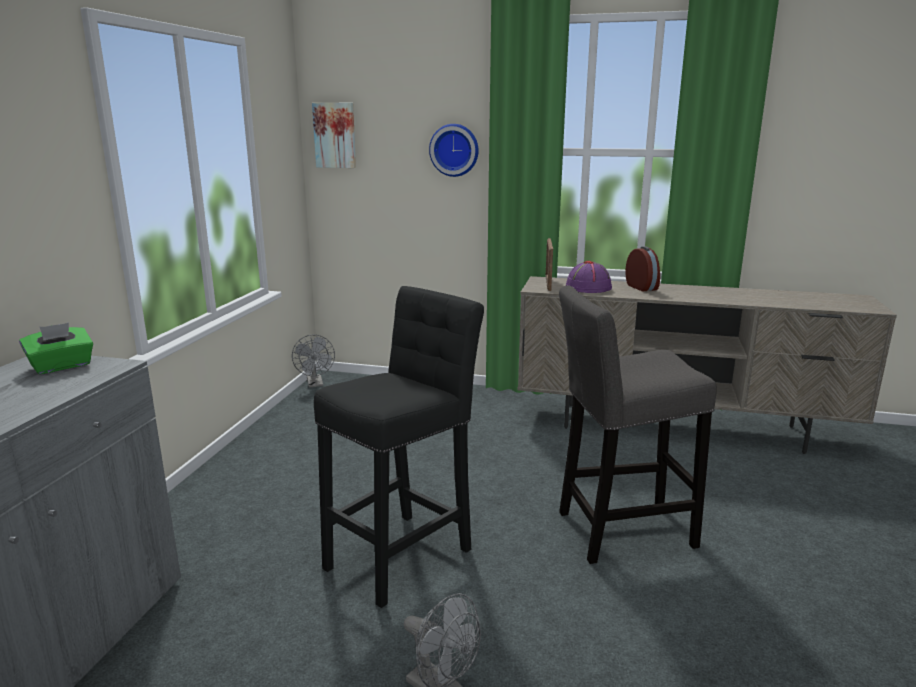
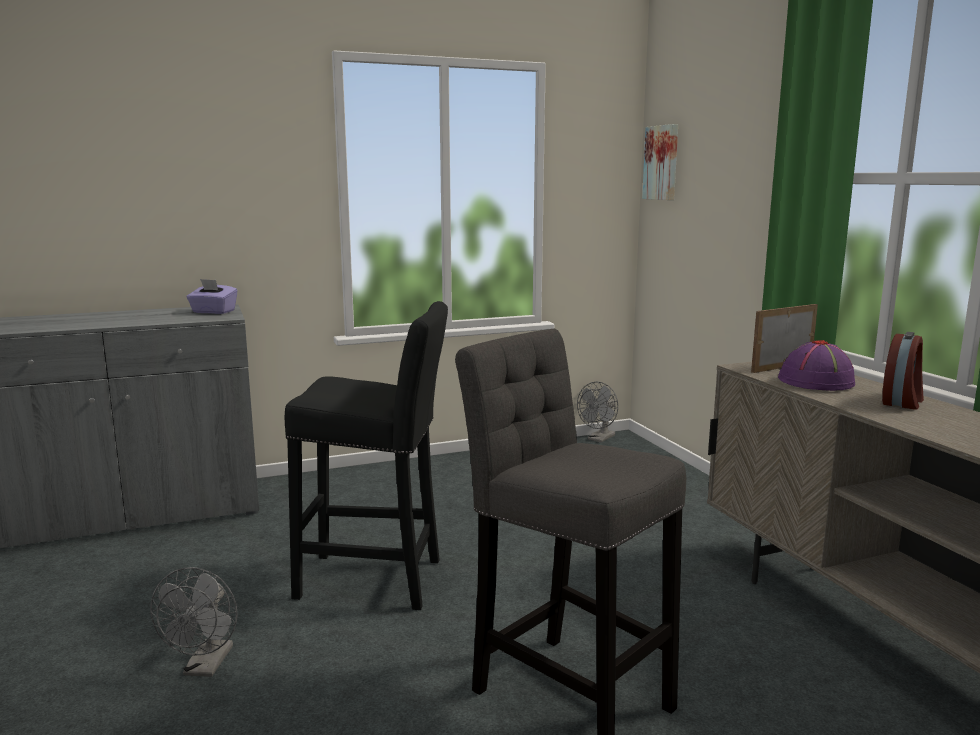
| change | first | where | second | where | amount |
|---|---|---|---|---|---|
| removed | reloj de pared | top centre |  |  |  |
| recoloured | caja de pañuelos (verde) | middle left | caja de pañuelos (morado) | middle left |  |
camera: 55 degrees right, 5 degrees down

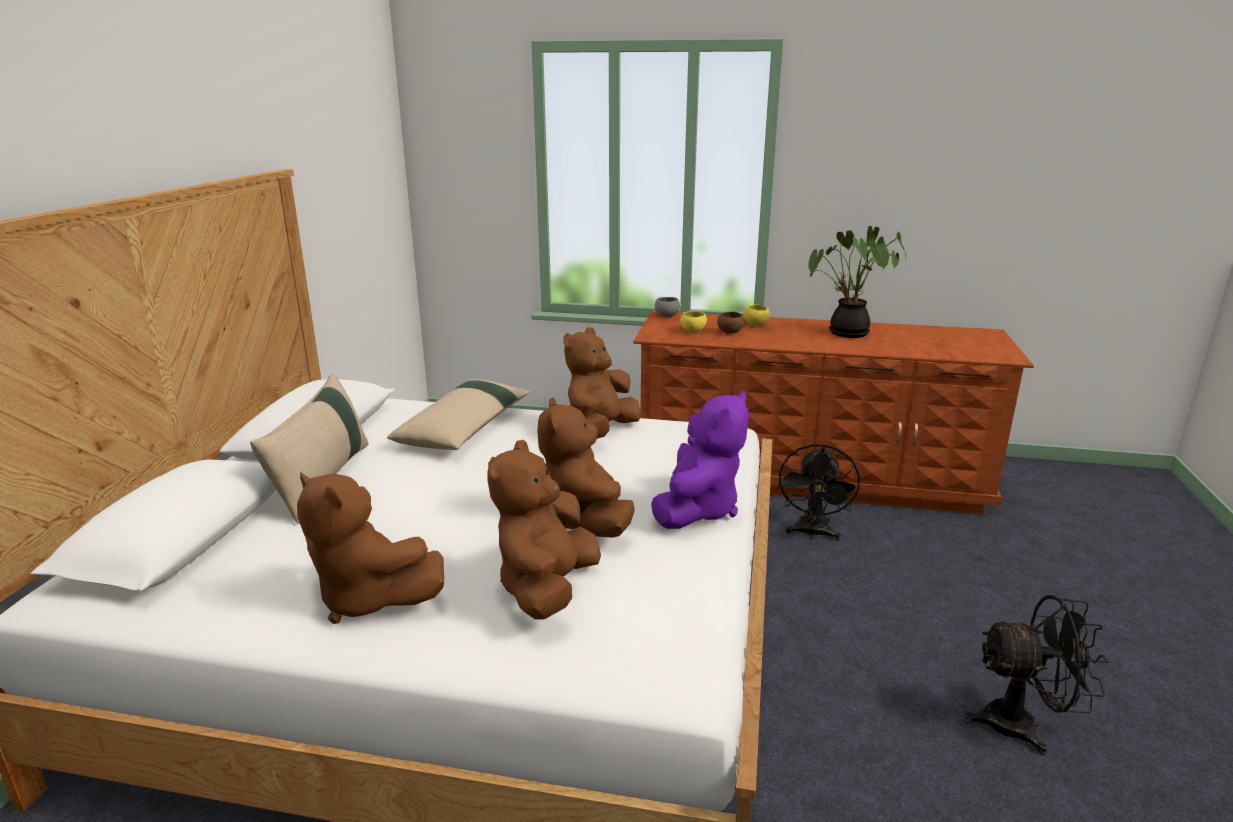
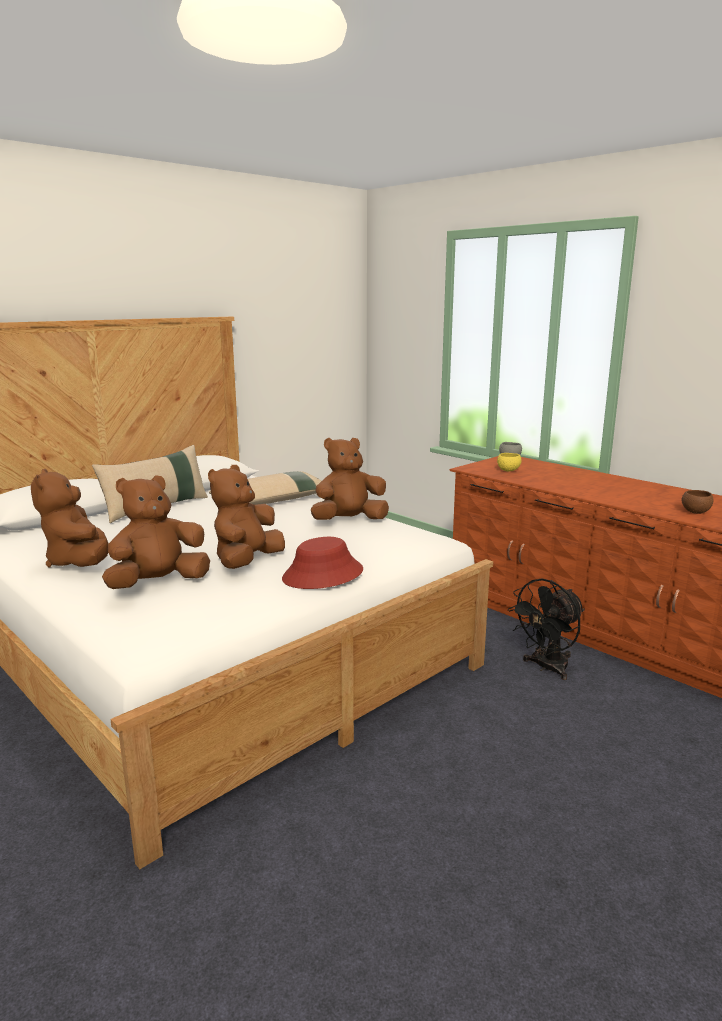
| change | first | where | second | where | amount |
|---|---|---|---|---|---|
| removed | cuenco (amarillo) (2nd from left) | centre |  |  |  |
| removed | planta en maceta | middle right |  |  |  |
| removed | ventilador (negro) (2nd from left) | bottom right |  |  |  |
| moved | cuenco (marrón) | centre |  | middle right |  |
| replaced | peluche (morado) | centre | sombrero (rojo) | centre |  |
camera: 35 degrees right, 5 degrees down

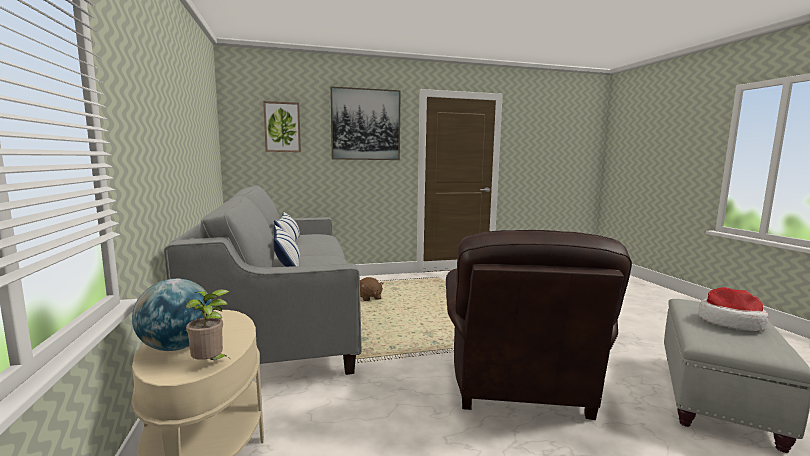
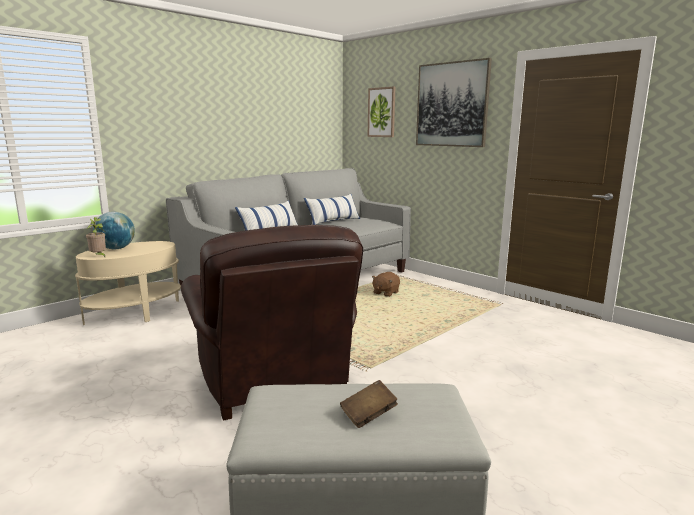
| change | first | where | second | where | amount |
|---|---|---|---|---|---|
| replaced | sombrero | bottom right | libro (marrón) | bottom centre |  |
| turned | sillón (marrón) | bottom centre |  | centre | 90 degrees counterclockwise |
camera: 60 degrees right, 5 degrees up

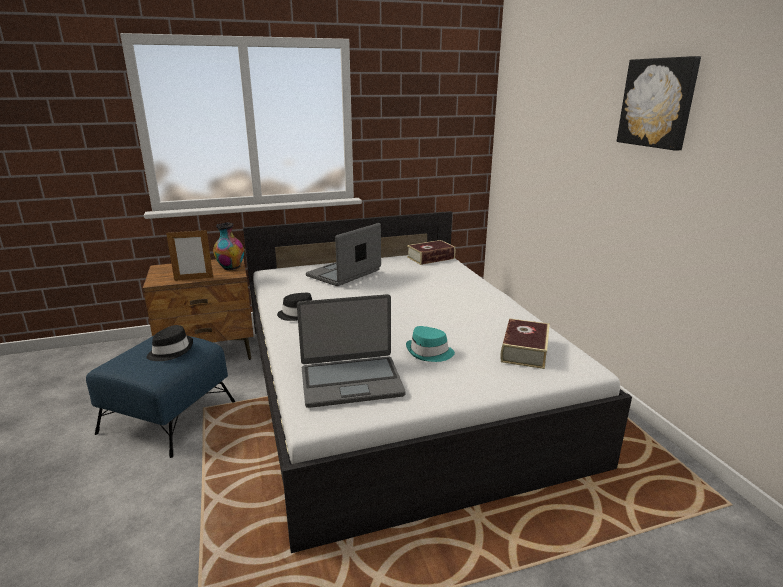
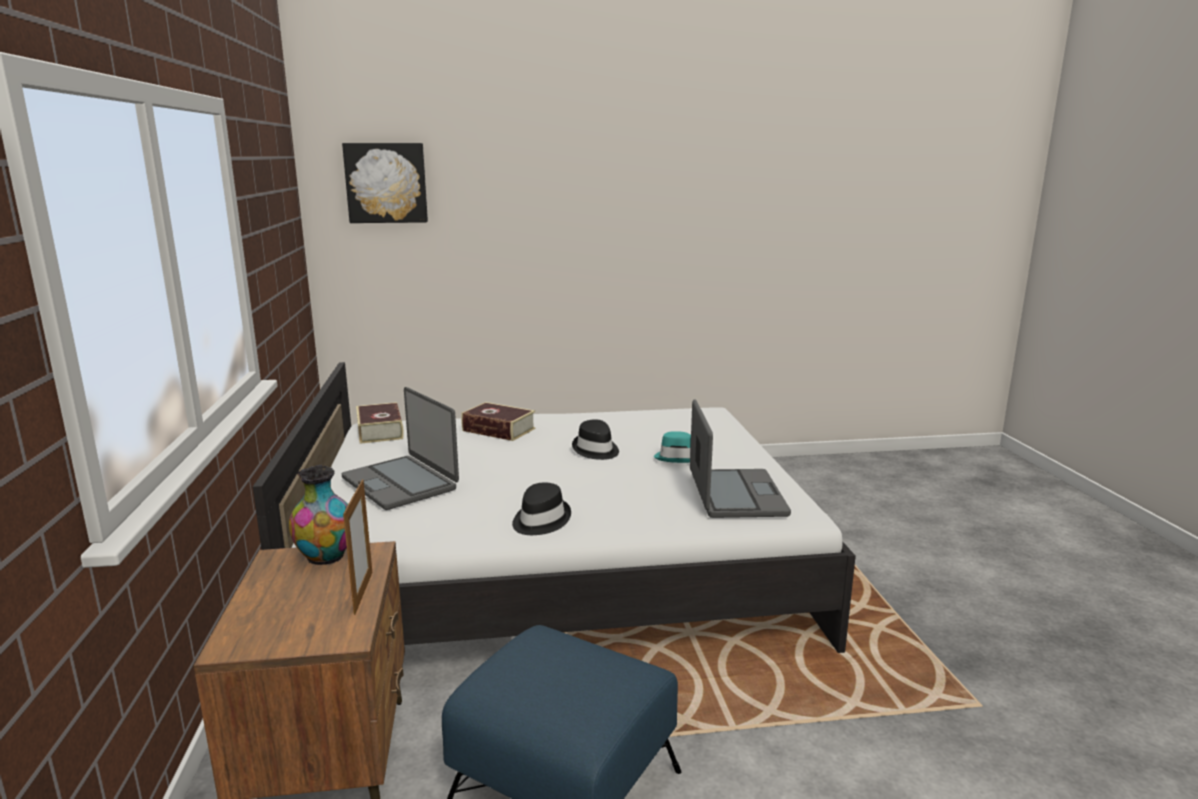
| change | first | where | second | where | amount |
|---|---|---|---|---|---|
| moved | sombrero (negro) (1st from left in the first image) | middle left | sombrero (negro) (2nd from left) | centre |  |
| moved | libro (2nd from left) | middle right |  | centre |  |
| moved | cuadro | top right |  | top left |  |
camera: 80 degrees left, 5 degrees down

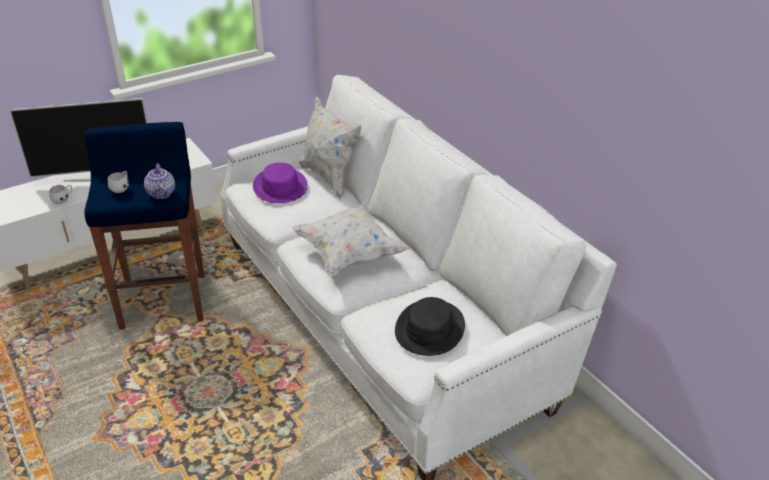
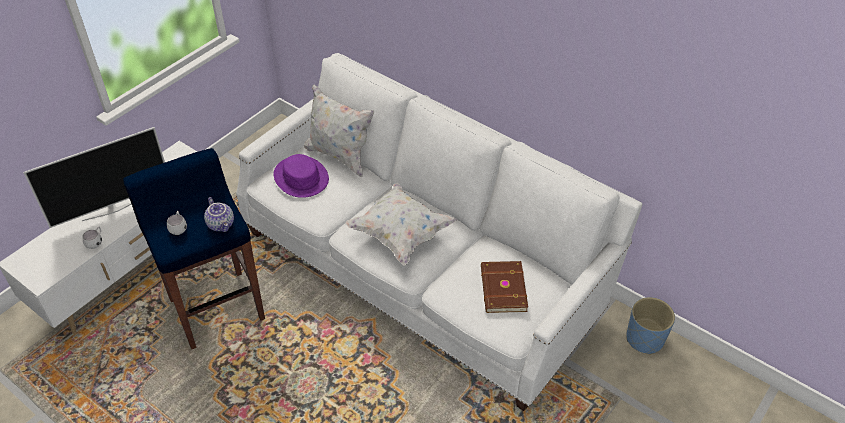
| change | first | where | second | where | amount |
|---|---|---|---|---|---|
| added |  |  | maceta (azul) | bottom right |  |
| replaced | sombrero (negro) | bottom centre | libro (marrón) | bottom centre |  |
camera: 20 degrees left, 10 degrees up

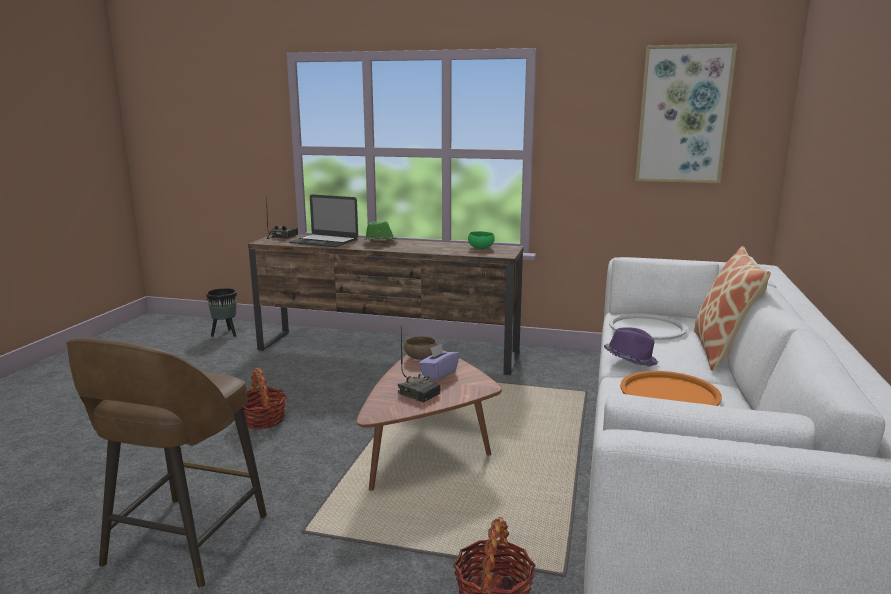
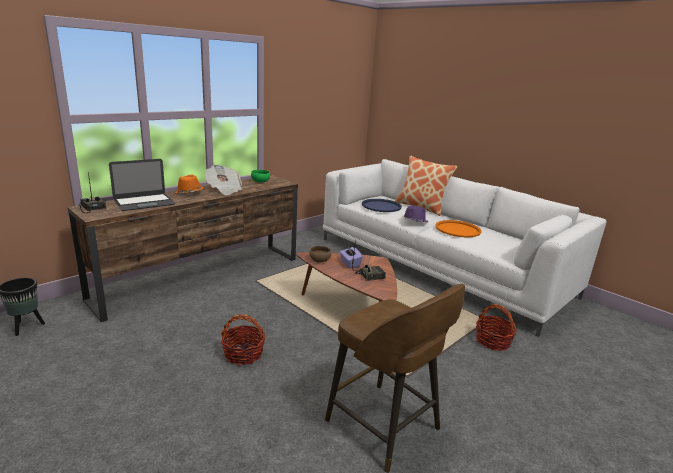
| change | first | where | second | where | amount |
|---|---|---|---|---|---|
| removed | cuadro | top right |  |  |  |
| added |  |  | periódico | middle left |  |
| recoloured | sombrero (verde) | centre | sombrero (naranja) | middle left |  |
| recoloured | bandeja (blanco) | middle right | bandeja (azul) | centre |  |
camera: 60 degrees left, 5 degrees up

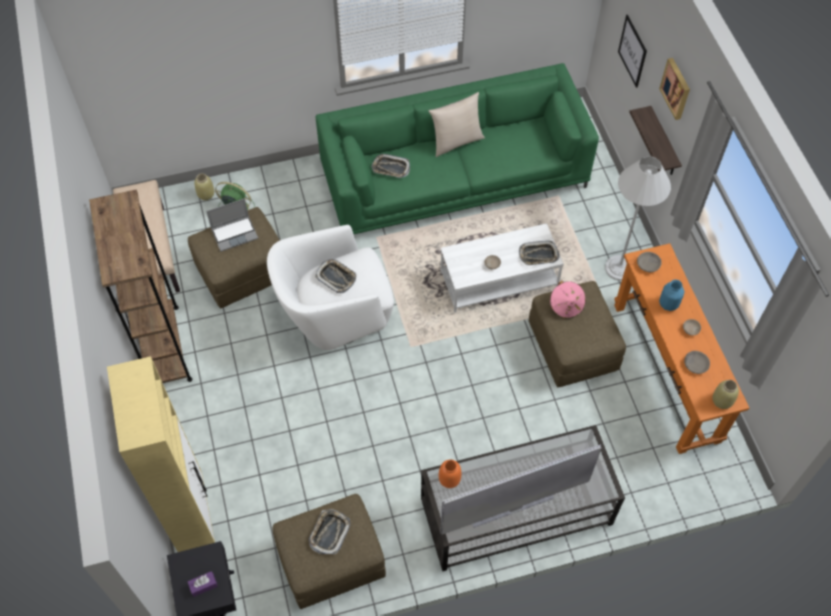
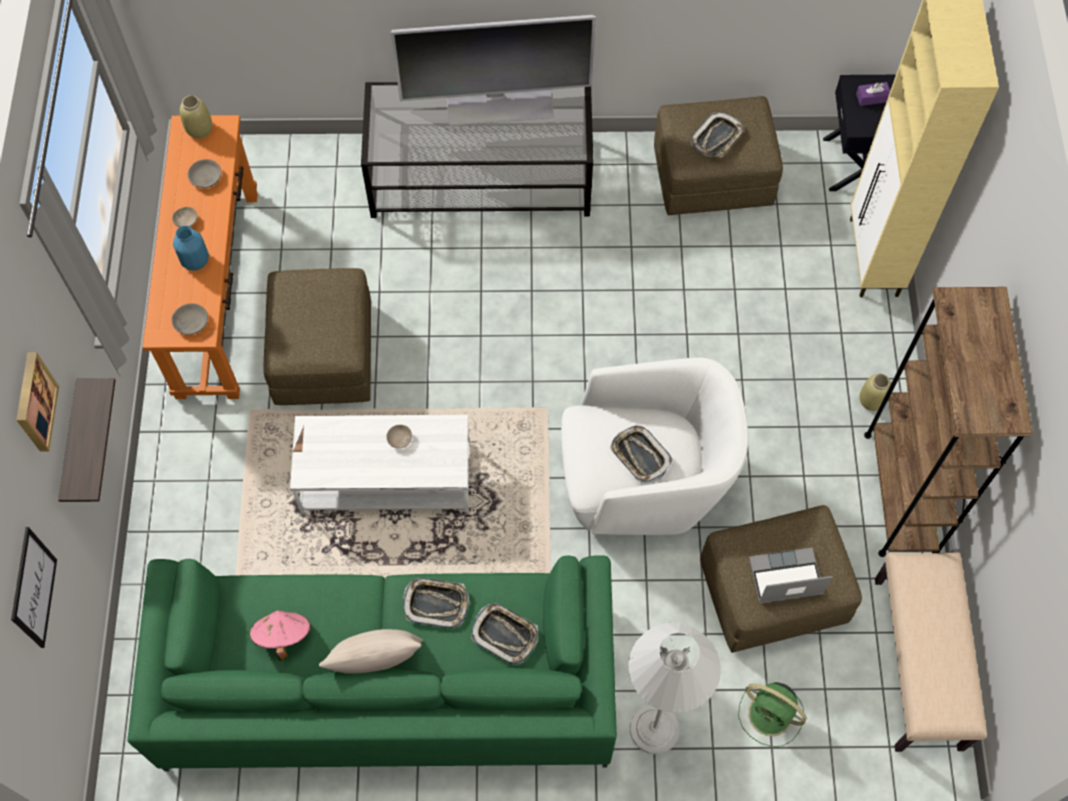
| change | first | where | second | where | amount |
|---|---|---|---|---|---|
| removed | florero (naranja) | bottom centre |  |  |  |
| moved | florero (beis) (1st from left in the first image) | top left | florero (beis) (2nd from left) | middle right |  |
| moved | bandeja (4th from left in the first image) | centre | bandeja (1st from left) | bottom centre |  |
| moved | sombrero (rosa) | middle right |  | bottom left |  |
| moved | lámpara de pie (blanco) | middle right |  | bottom centre |  |
camera: 165 degrees left, 5 degrees up

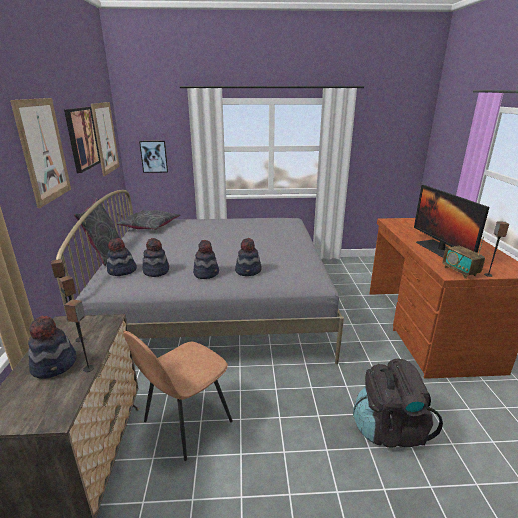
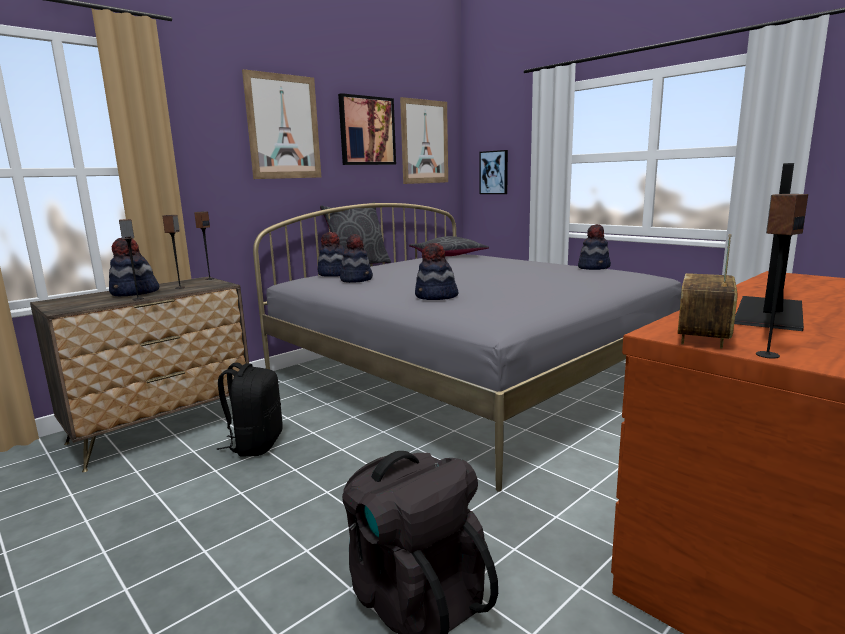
| change | first | where | second | where | amount |
|---|---|---|---|---|---|
| moved | sombrero (4th from left in the first image) | centre | sombrero (5th from left) | middle right |  |
| replaced | silla (marrón) | bottom centre | mochila (negro) (1st from left) | middle left |  |
camera: 50 degrees right, 10 degrees down

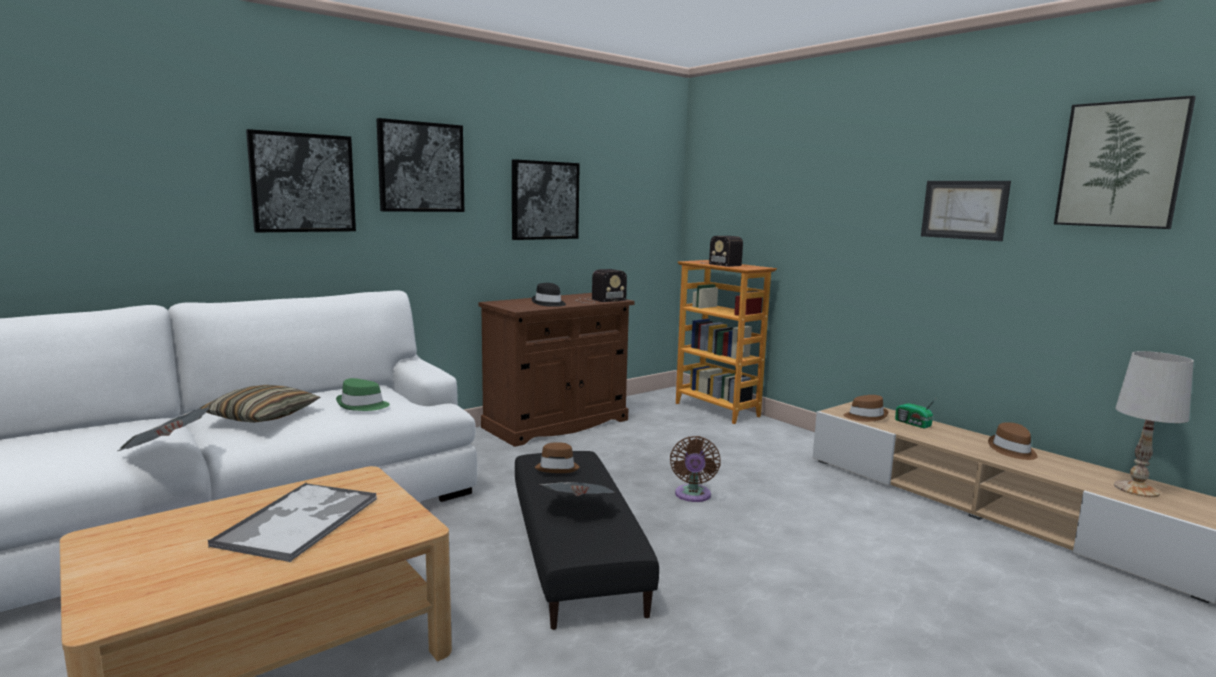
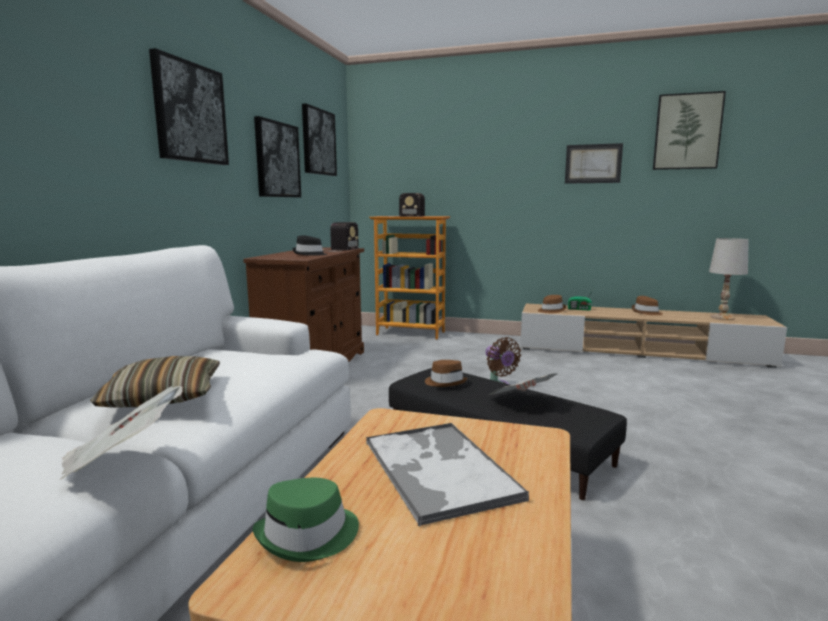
| change | first | where | second | where | amount |
|---|---|---|---|---|---|
| moved | cuadro (1st from left in the first image) | top left | cuadro (3rd from left) | top centre |  |
| moved | sombrero (verde) | middle left |  | bottom centre |  |
camera: 35 degrees left, 0 degrees up

